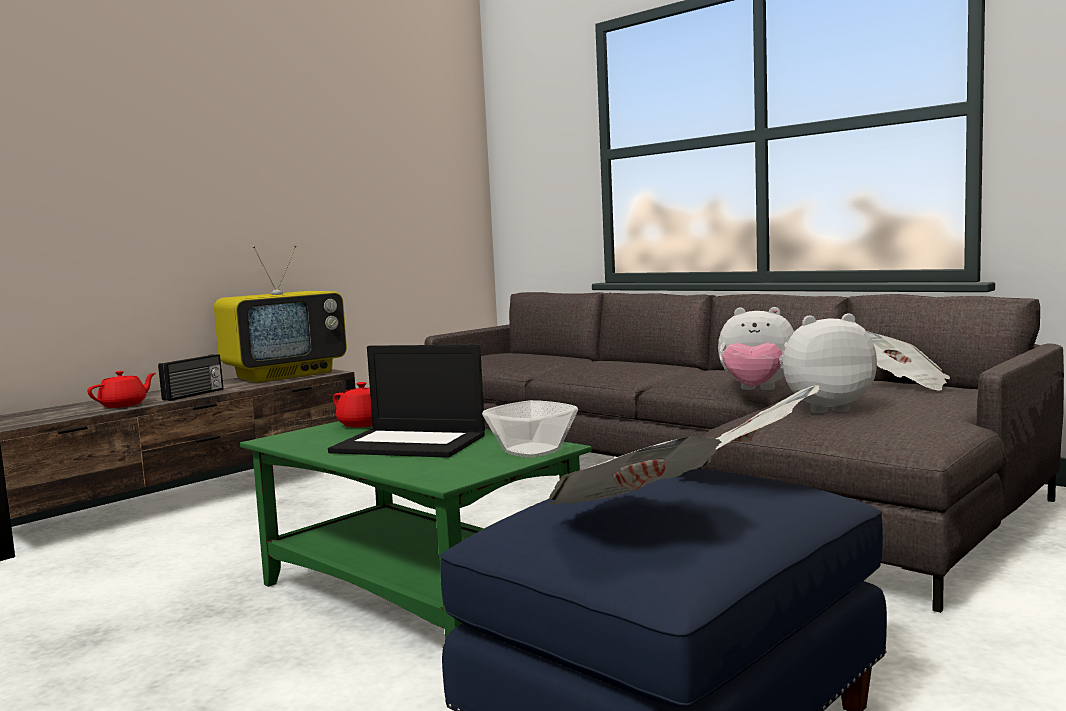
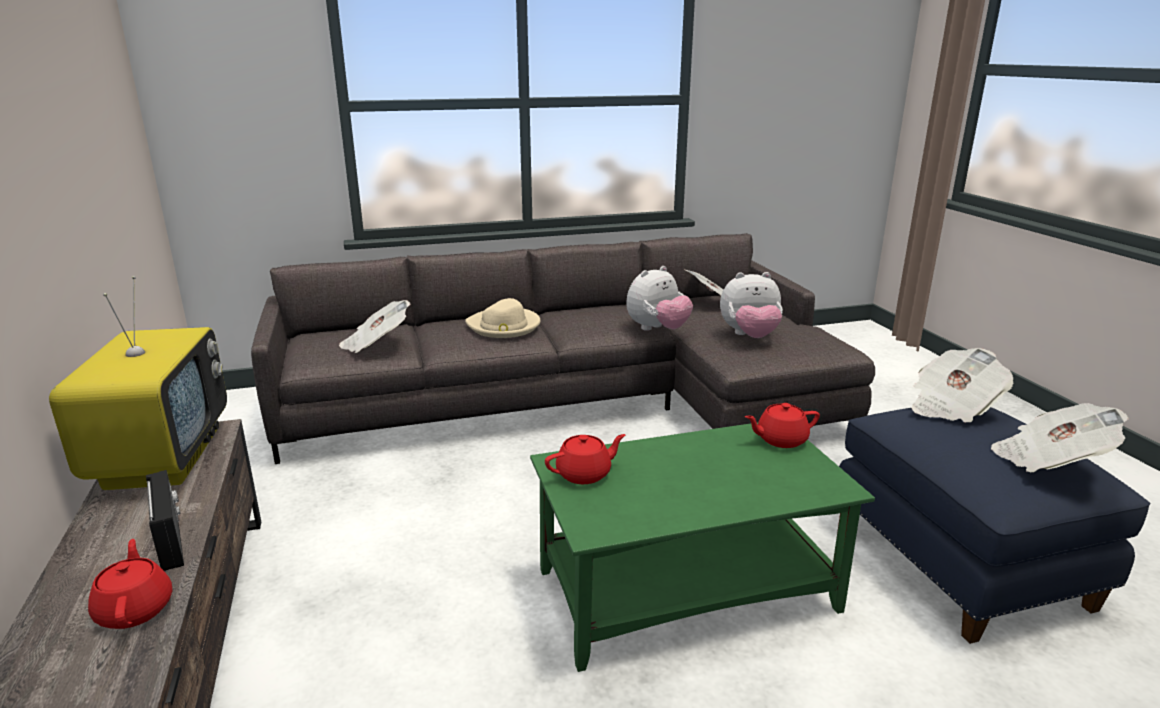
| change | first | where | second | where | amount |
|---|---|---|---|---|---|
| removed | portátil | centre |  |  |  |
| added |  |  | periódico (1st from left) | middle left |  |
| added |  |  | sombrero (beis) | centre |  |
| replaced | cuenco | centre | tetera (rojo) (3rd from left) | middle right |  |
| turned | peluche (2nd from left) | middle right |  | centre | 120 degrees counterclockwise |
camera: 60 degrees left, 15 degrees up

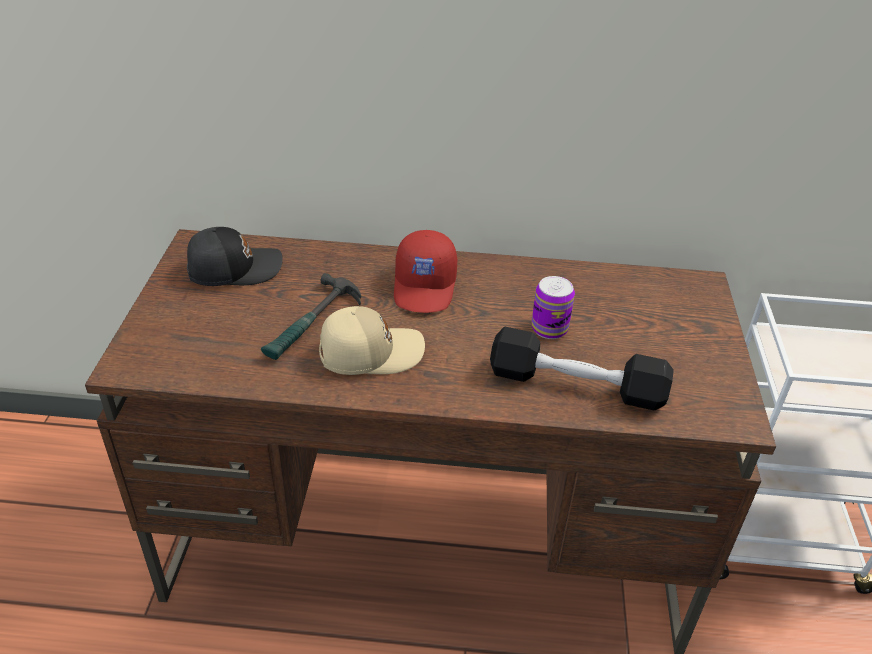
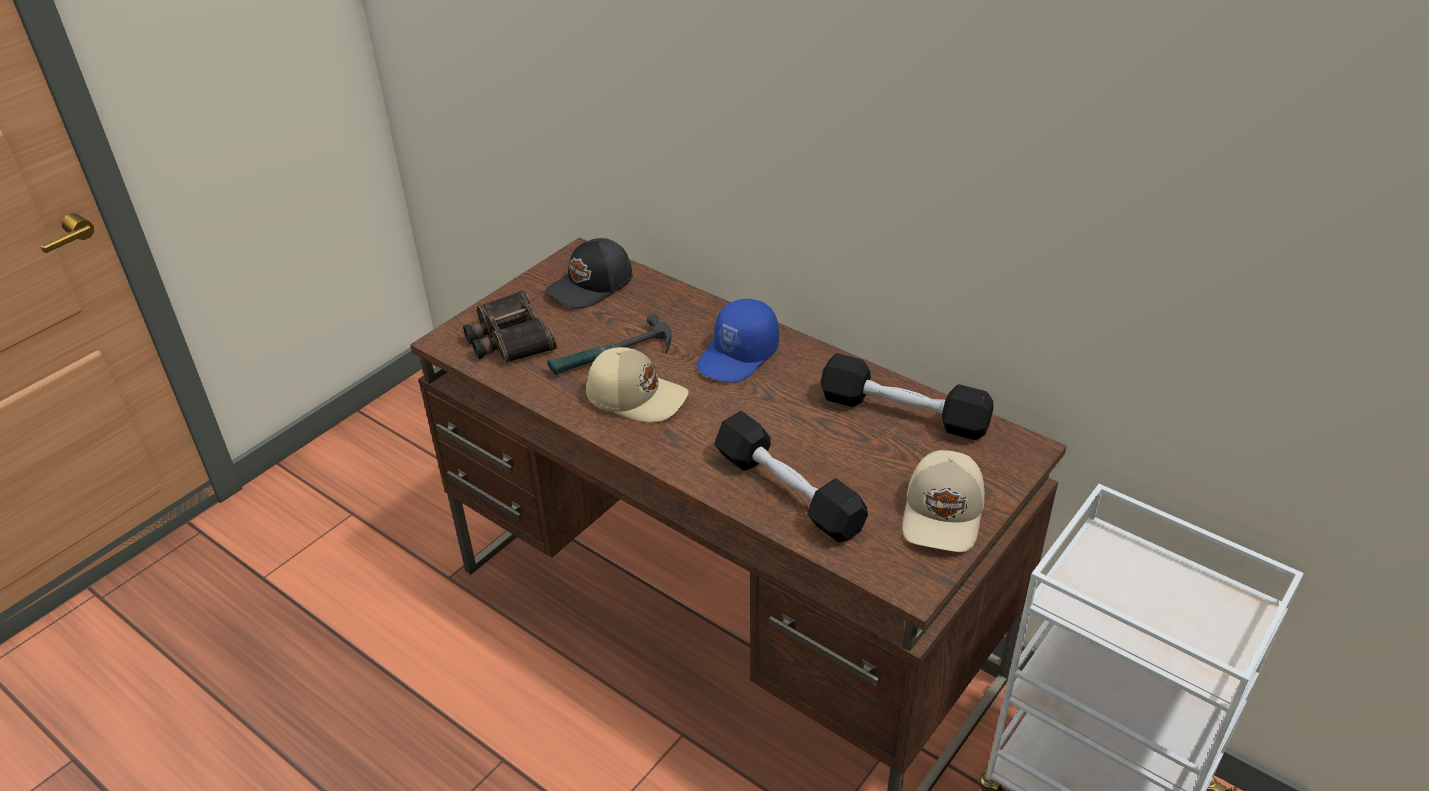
| change | first | where | second | where | amount |
|---|---|---|---|---|---|
| removed | lata | centre |  |  |  |
| added |  |  | prismáticos | centre |  |
| added |  |  | mancuerna (negro) (2nd from left) | centre |  |
| added |  |  | gorra (beis) (2nd from left) | centre |  |
| recoloured | gorra (rojo) | centre | gorra (azul) | centre |  |
| turned | gorra (negro) | middle left |  | centre | 120 degrees clockwise |
camera: 35 degrees right, 0 degrees up

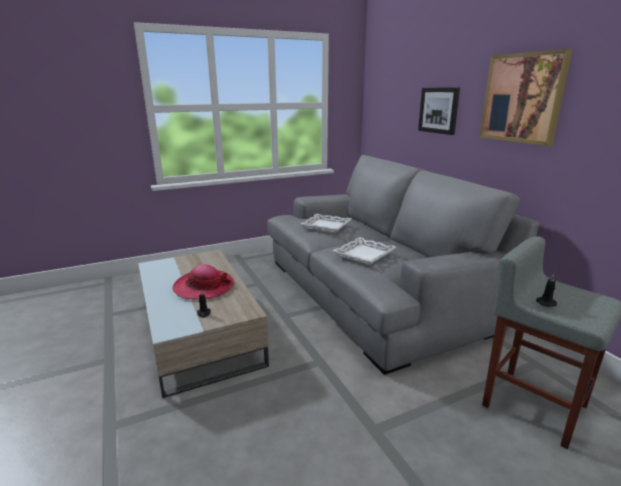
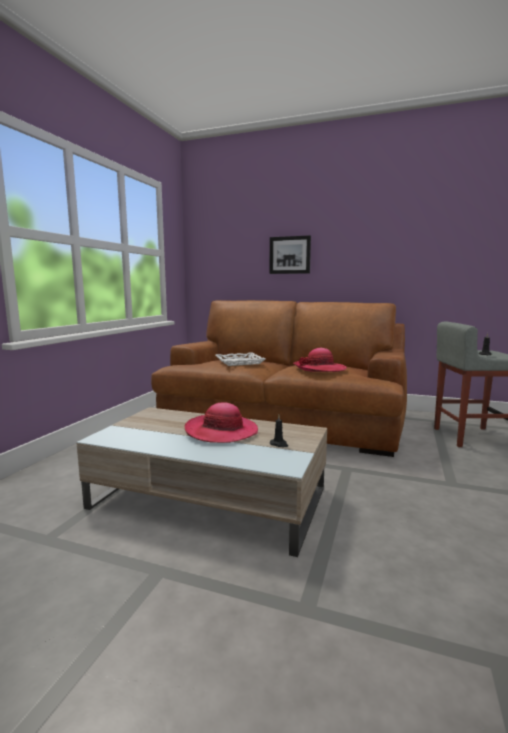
| change | first | where | second | where | amount |
|---|---|---|---|---|---|
| removed | cuadro (2nd from left) | top right |  |  |  |
| replaced | bandeja (blanco) (2nd from left) | centre | sombrero (2nd from left) | centre |  |
| recoloured | sofá (gris) | centre | sofá (marrón) | centre |  |
camera: 45 degrees left, 10 degrees down

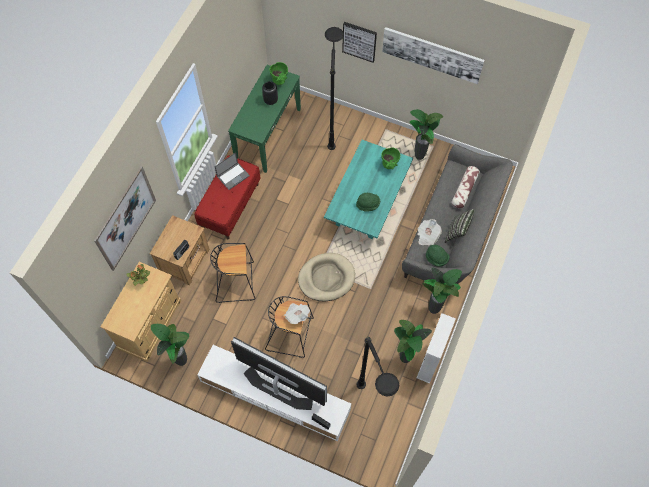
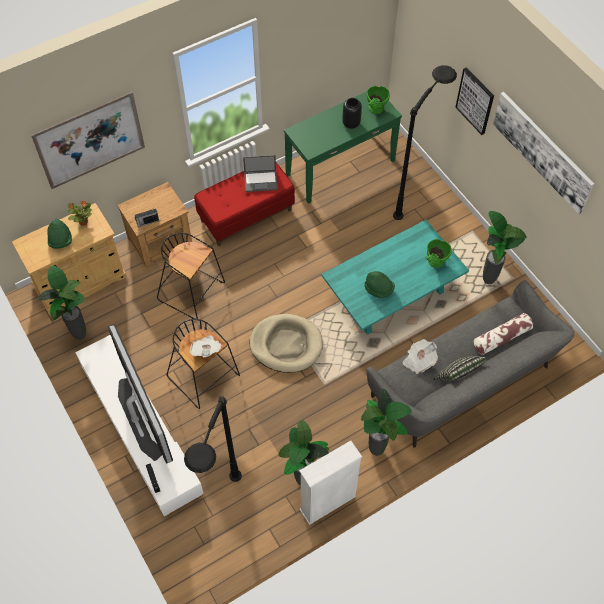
| change | first | where | second | where | amount |
|---|---|---|---|---|---|
| moved | sombrero (verde) (2nd from left in the first image) | middle right | sombrero (verde) (1st from left) | middle left |  |
camera: 35 degrees right, 5 degrees down

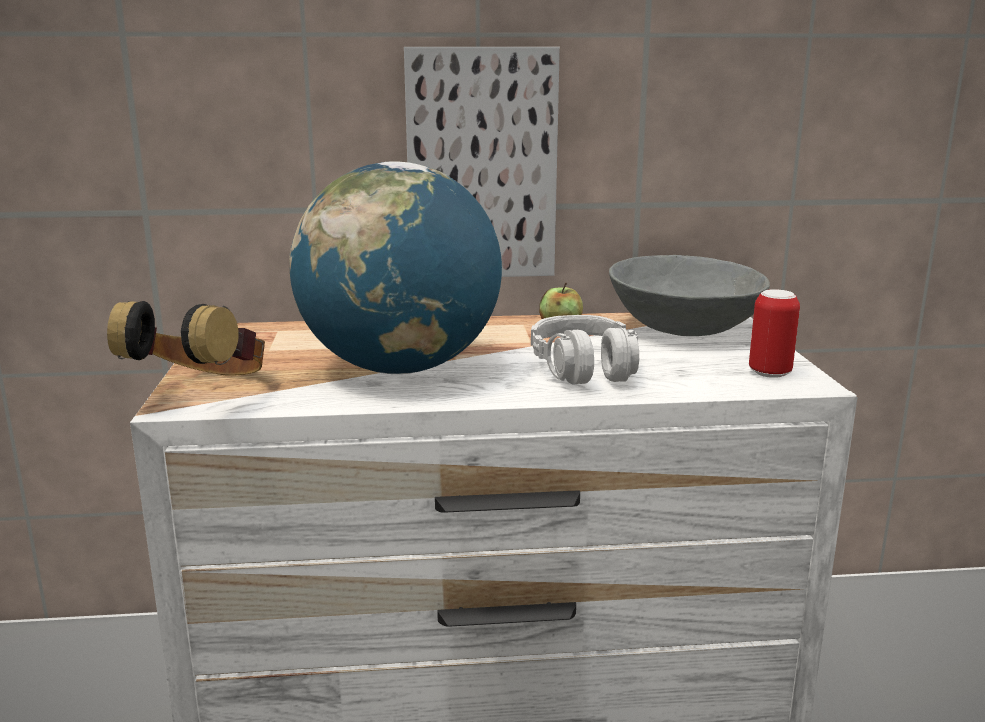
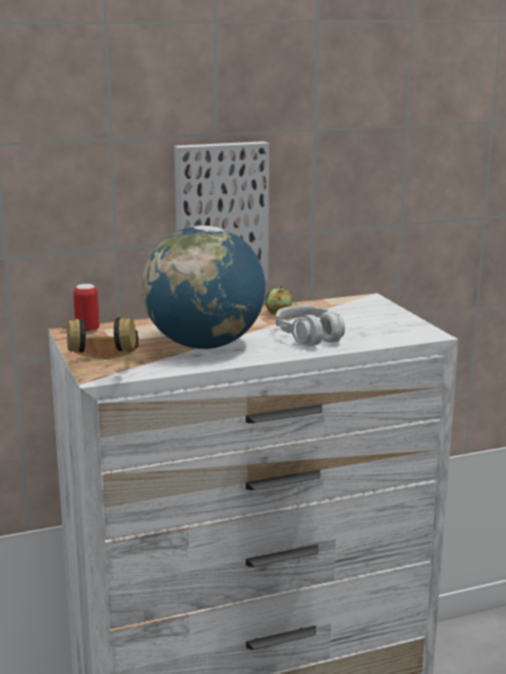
| change | first | where | second | where | amount |
|---|---|---|---|---|---|
| removed | cuenco (gris) | middle right |  |  |  |
| moved | lata | middle right |  | middle left |  |
camera: 15 degrees left, 0 degrees up

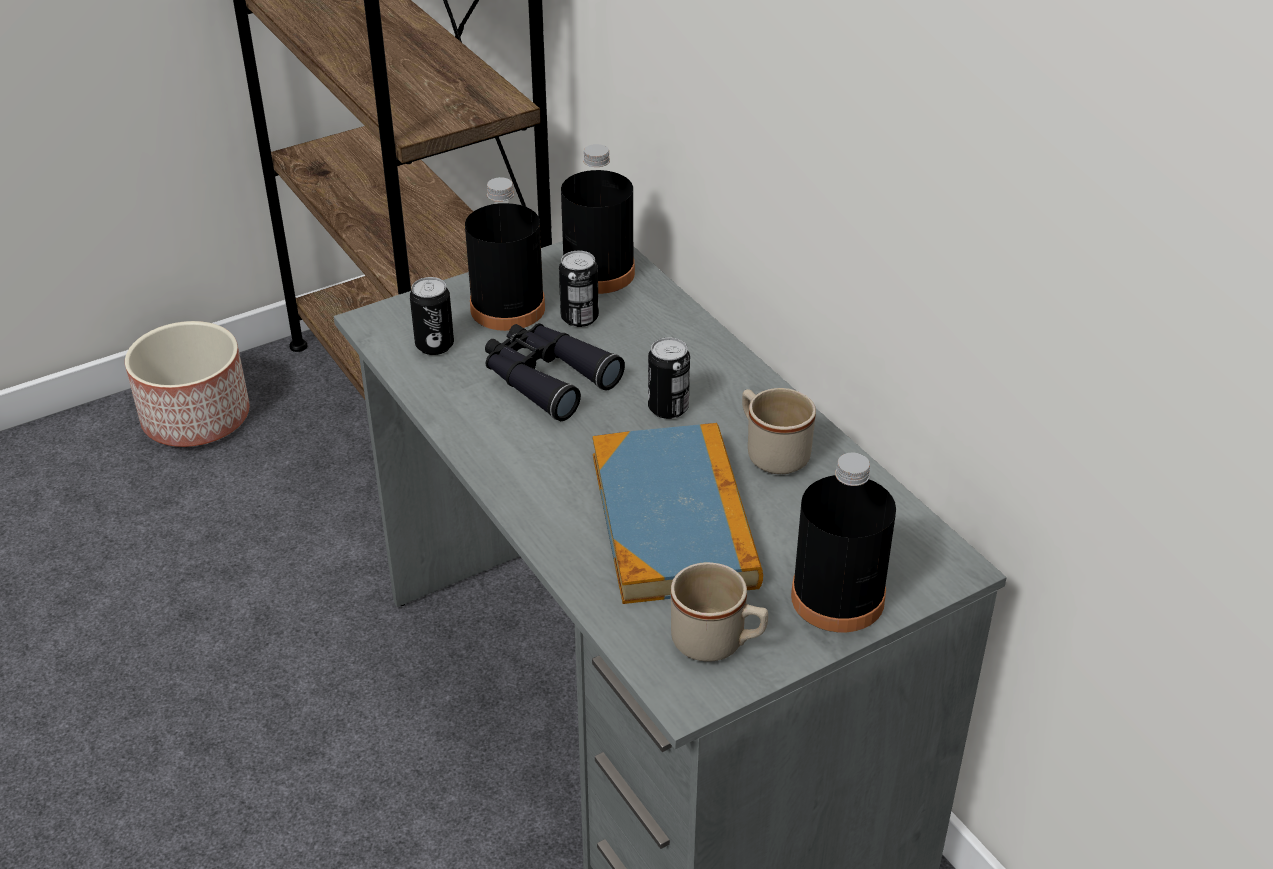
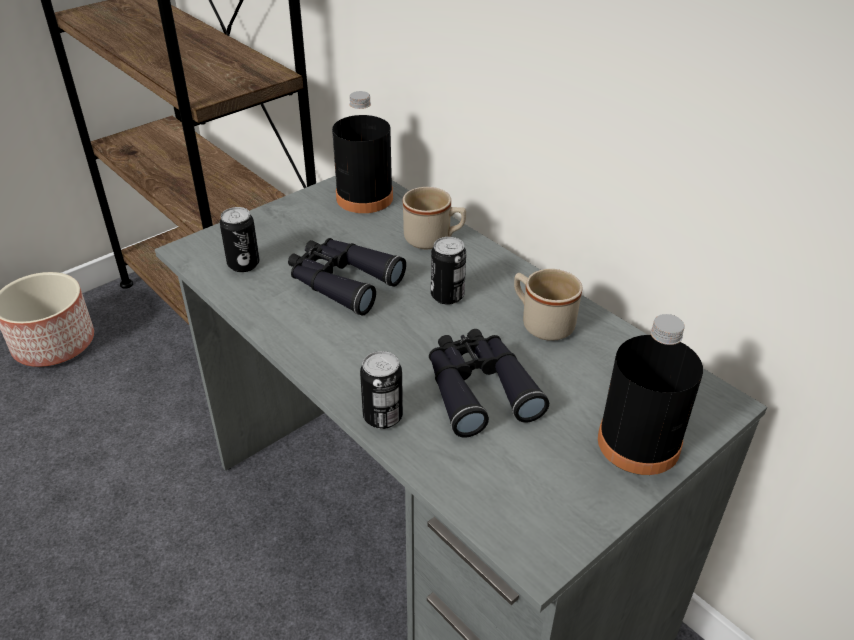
| change | first | where | second | where | amount |
|---|---|---|---|---|---|
| removed | botella (negro) (1st from left) | top centre |  |  |  |
| moved | lata (2nd from left) | top centre |  | centre |  |
| moved | taza grande (beis) (1st from left) | bottom centre |  | centre |  |
| replaced | libro | centre | prismáticos (negro) (2nd from left) | centre |  |
camera: 10 degrees left, 0 degrees up

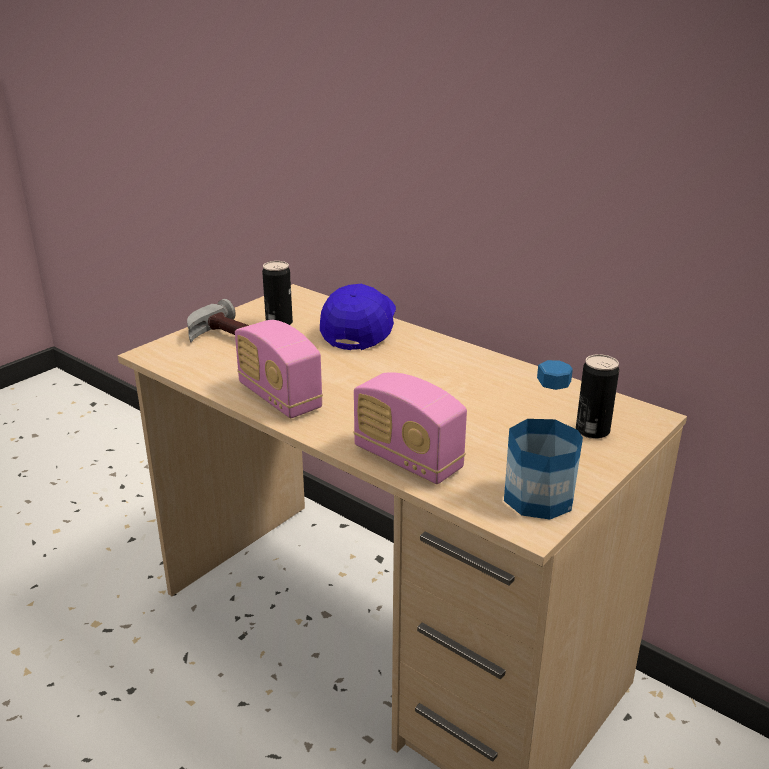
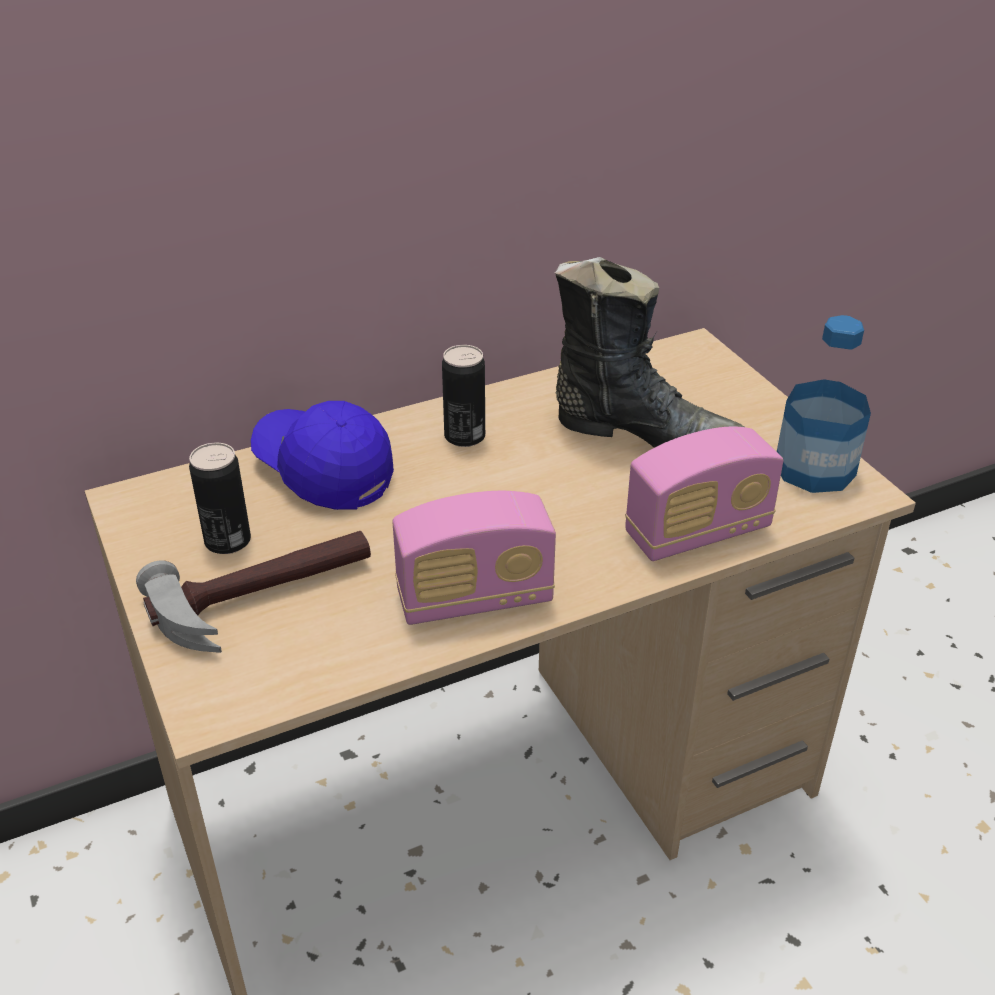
| change | first | where | second | where | amount |
|---|---|---|---|---|---|
| added |  |  | bota (negro) | centre |  |
| moved | lata (2nd from left) | middle right |  | centre |  |
camera: 65 degrees left, 10 degrees up

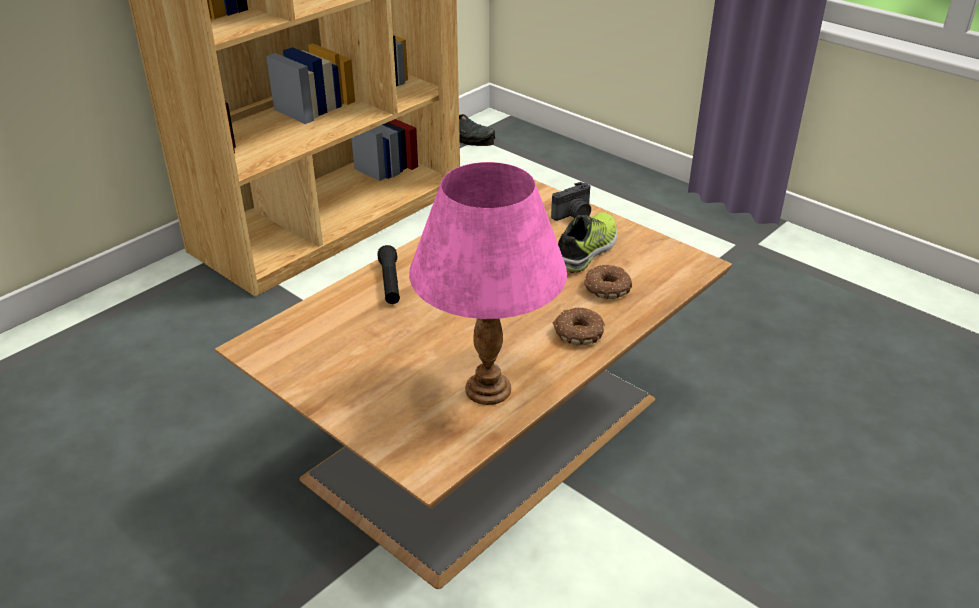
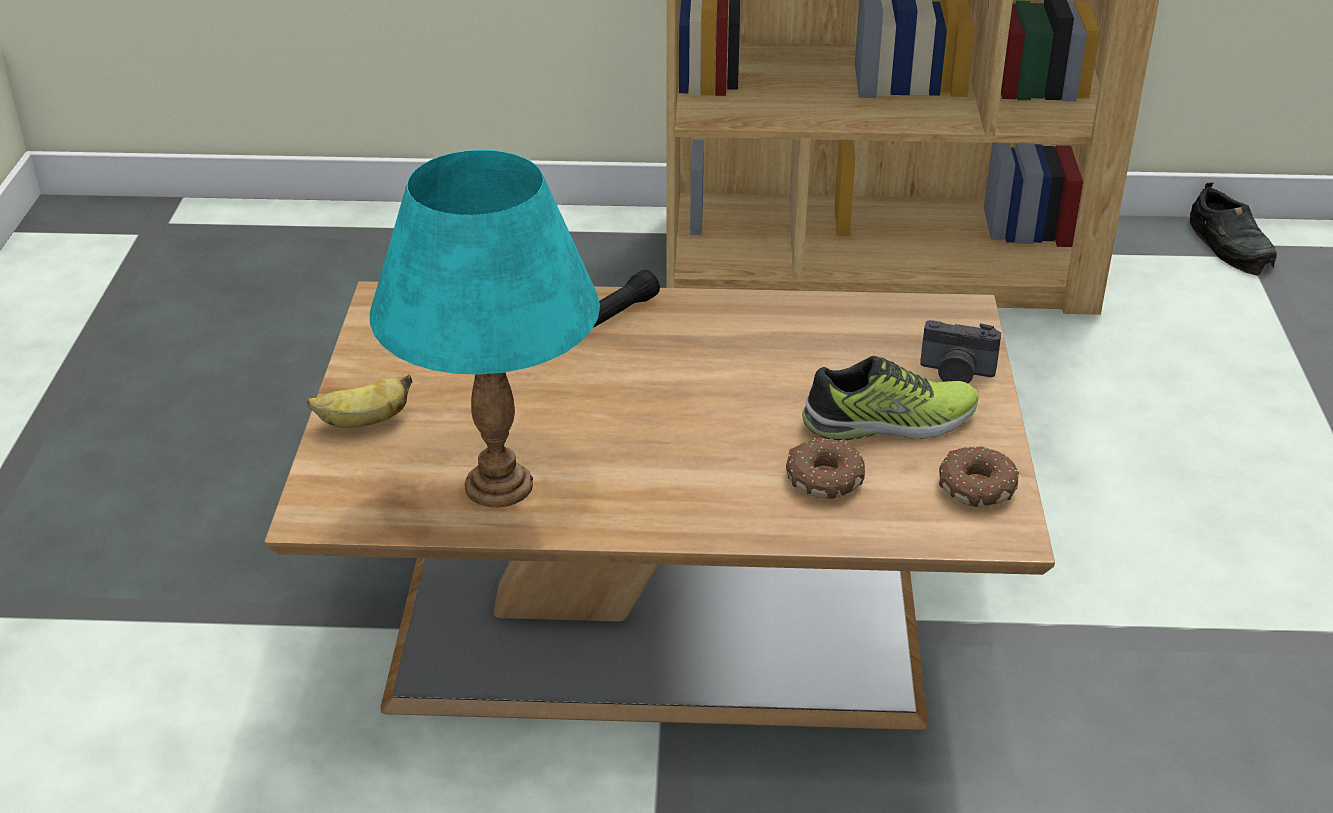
| change | first | where | second | where | amount |
|---|---|---|---|---|---|
| added |  |  | plátano | middle left |  |
| moved | rosquilla (1st from left in the first image) | centre | rosquilla (2nd from left) | middle right |  |
| recoloured | lámpara de mesa (rosa) | centre | lámpara de mesa (turquesa) | centre |  |
camera: 50 degrees right, 0 degrees up

